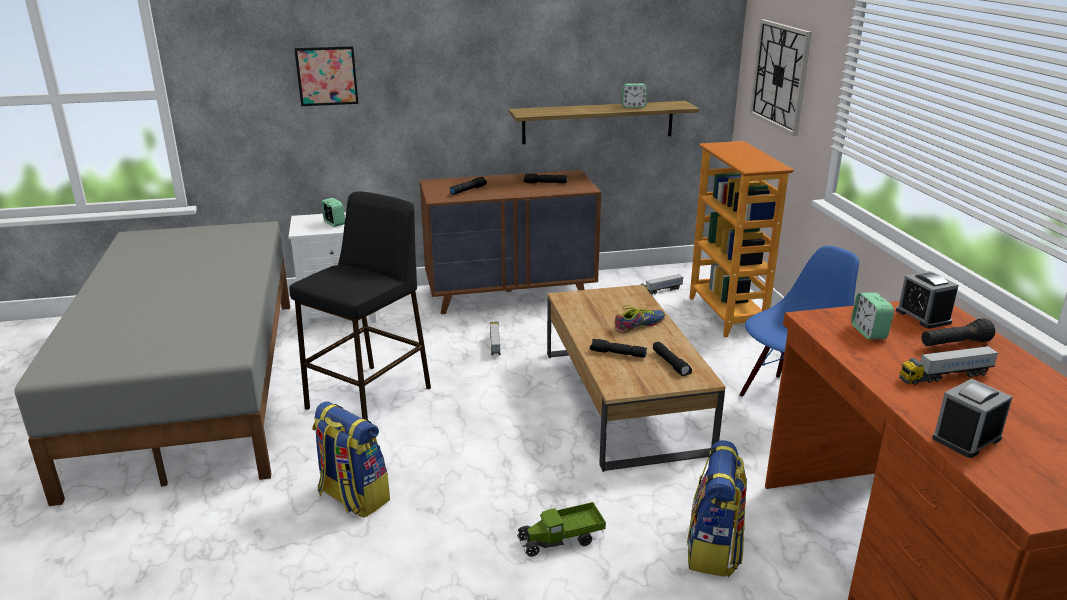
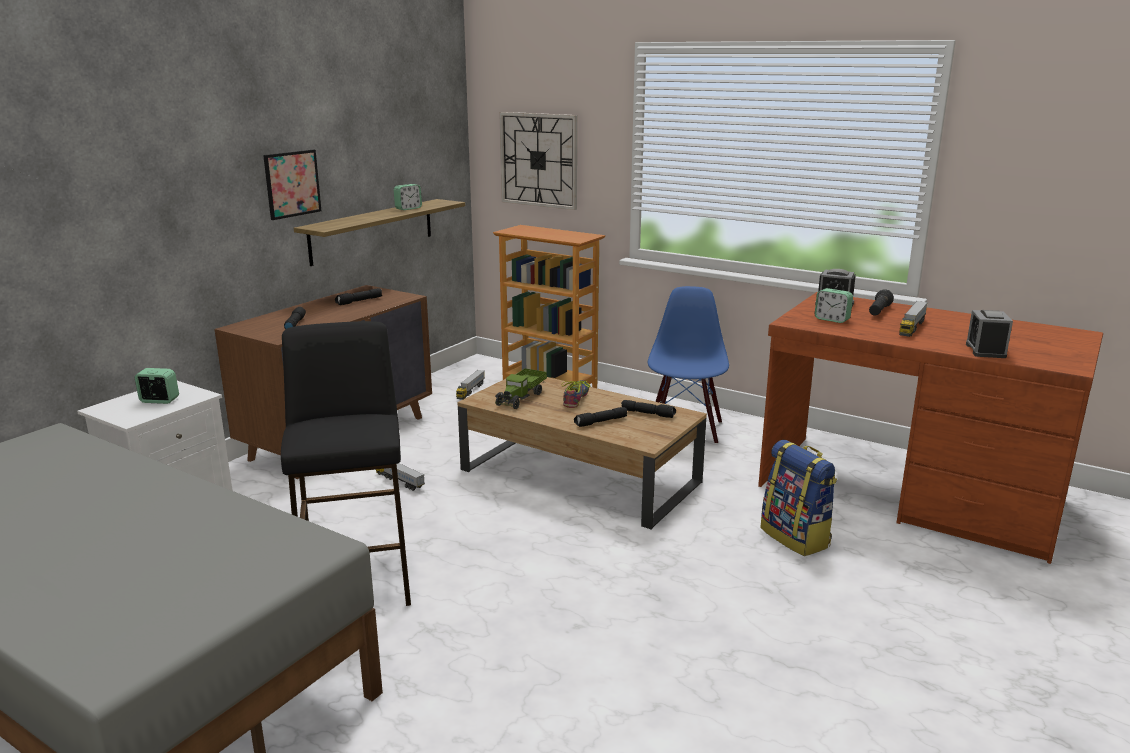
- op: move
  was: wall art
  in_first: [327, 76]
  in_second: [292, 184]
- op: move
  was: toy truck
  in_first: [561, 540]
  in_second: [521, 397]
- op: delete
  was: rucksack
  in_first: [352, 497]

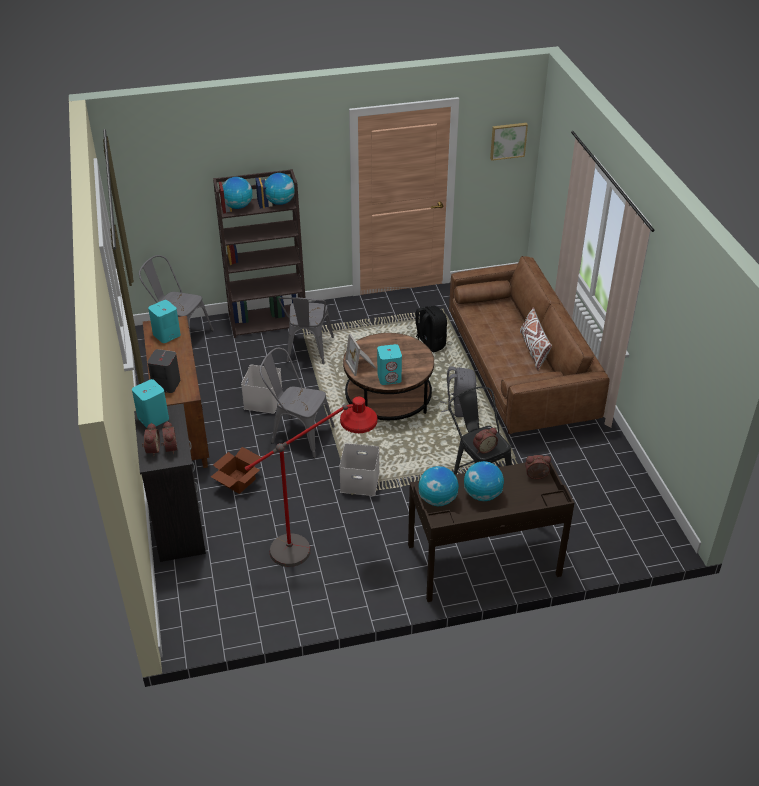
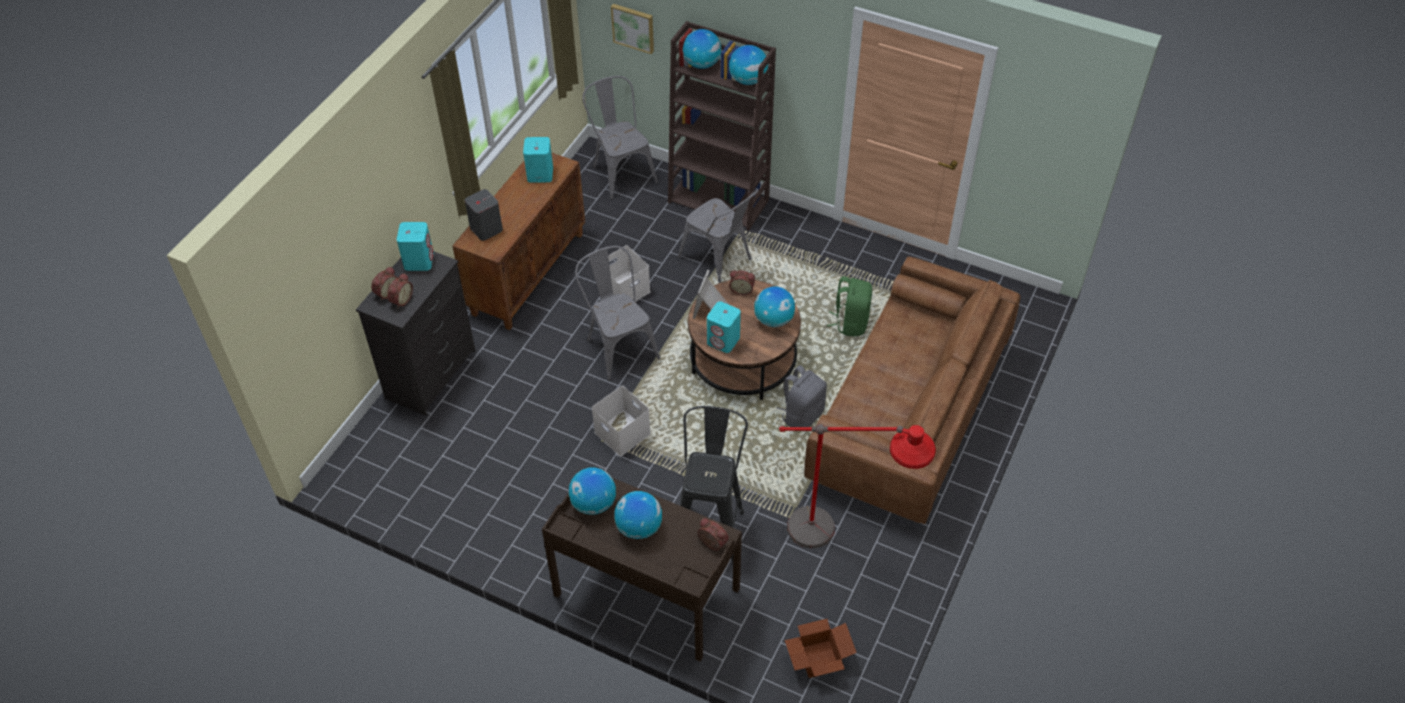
- op: move
  was: wall art
  in_first: [508, 140]
  in_second: [633, 27]
- op: rotate
  was: upright chair/gray
  in_first: [308, 352]
  in_second: [720, 260]
  clockwise: -90
- op: move
  was: table clock
  in_first: [483, 448]
  in_second: [742, 289]
- op: insert
  now: desk globe
  in_second: [774, 320]
- op: move
  was: standing lamp/reddish
  in_first: [318, 545]
  in_second: [842, 540]
- op: move
  was: cardboard box
  in_first: [237, 481]
  in_second: [817, 659]
- op: recolor
  was: rucksack/black-coloured
  now: rucksack/green-coloured
  in_first: [429, 344]
  in_second: [850, 322]
- op: delete
  was: throw pillow/white-coloured
  in_first: [533, 350]

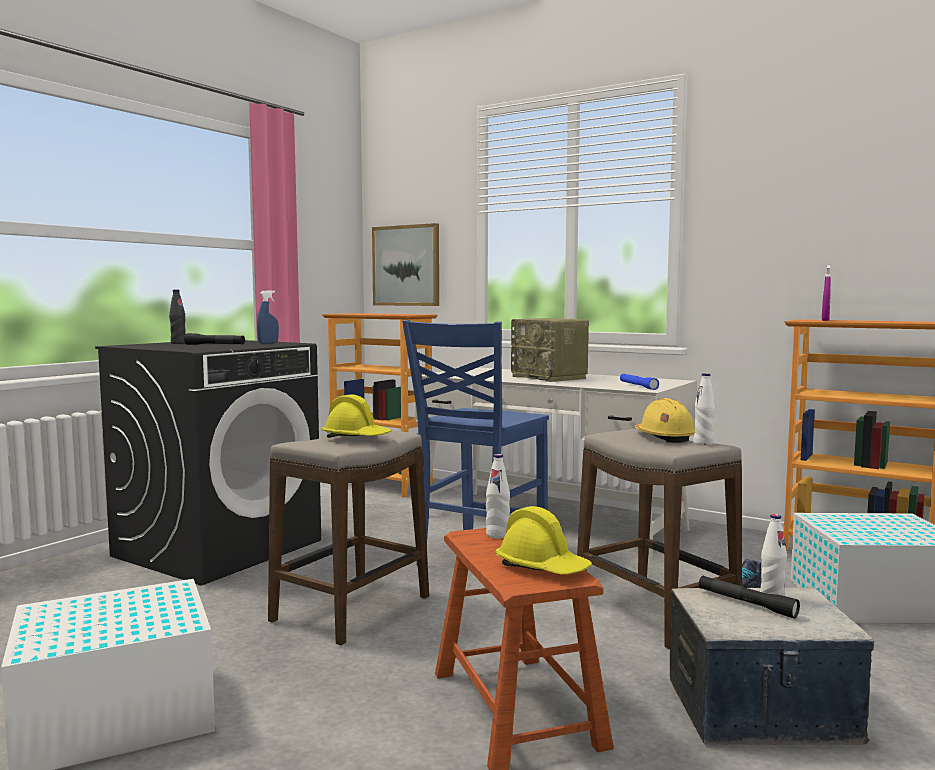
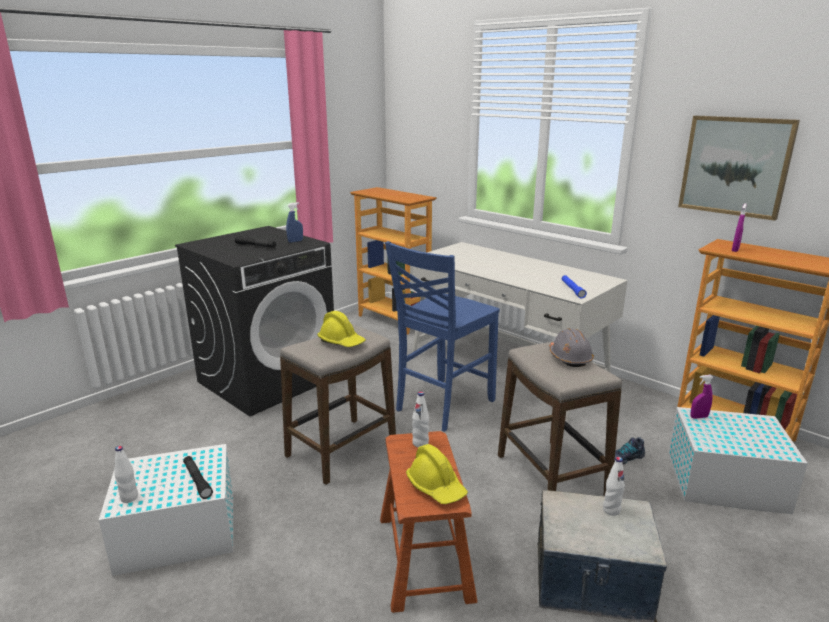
- op: move
  was: beverage bottle/white-coloured
  in_first: [703, 444]
  in_second: [129, 497]
- op: move
  was: hand torch/black-coloured
  in_first: [746, 603]
  in_second: [197, 480]
- op: recolor
  was: work helmet/yellowish
  now: work helmet/gray
  in_first: [665, 437]
  in_second: [569, 357]
- op: move
  was: wall art
  in_first: [406, 265]
  in_second: [735, 166]
- op: insert
  now: spray bottle/purple-coloured
  in_second: [699, 417]
- op: delete
  was: beverage bottle/black-coloured
  in_first: [178, 343]
- op: delete
  was: radio set
  in_first: [550, 377]

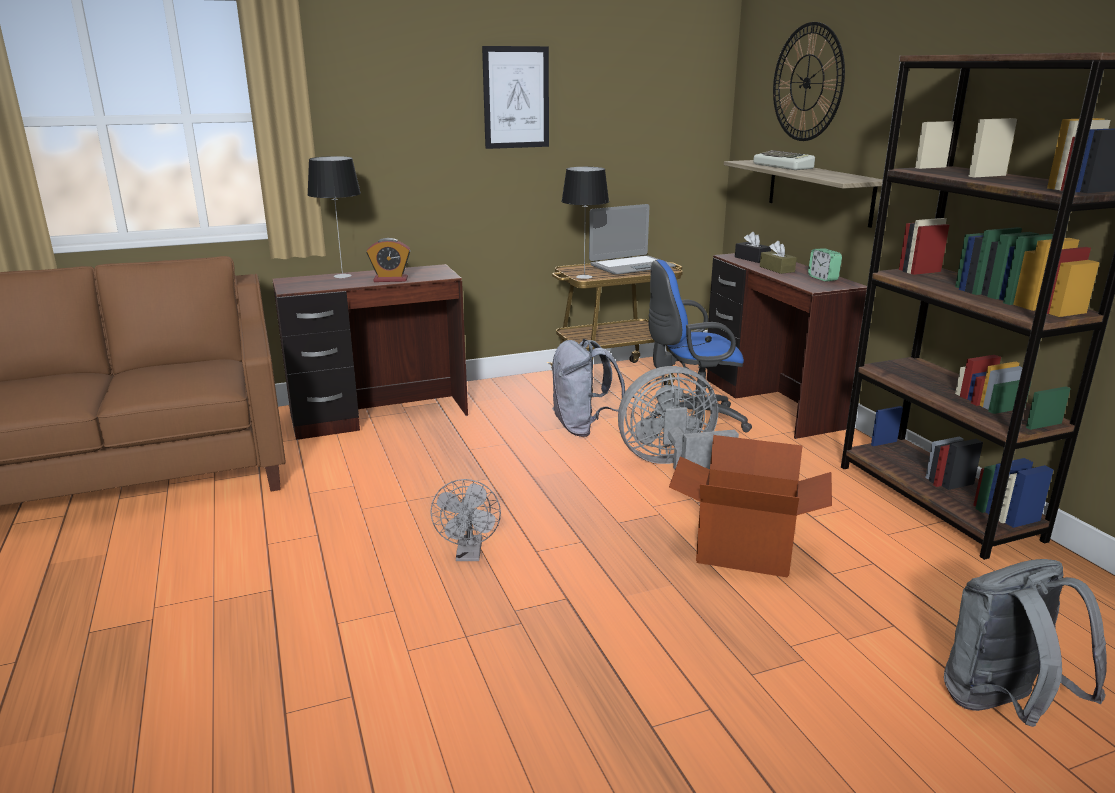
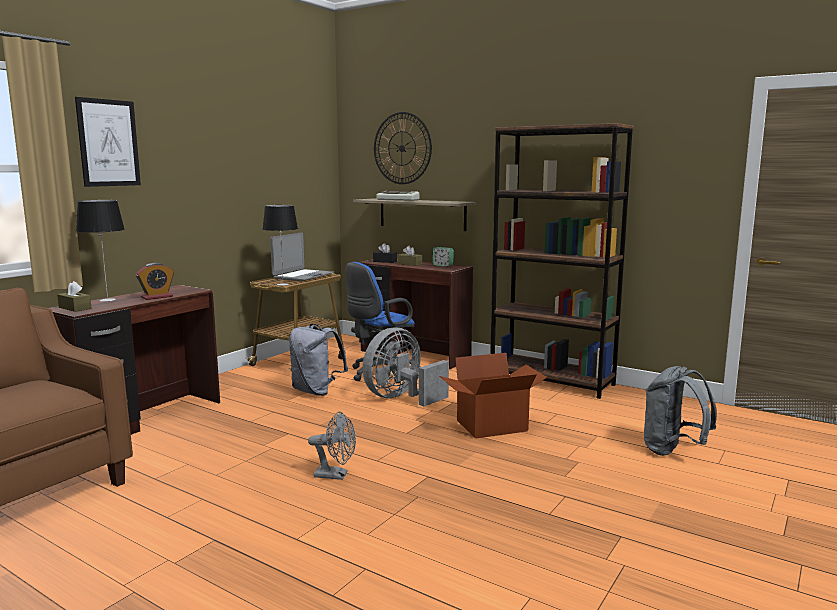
- op: insert
  now: tissue holder/brown
  in_second: [75, 308]
- op: move
  was: wall art
  in_first: [516, 97]
  in_second: [108, 143]
- op: rotate
  was: fan/gray
  in_first: [469, 555]
  in_second: [336, 475]
  clockwise: -45

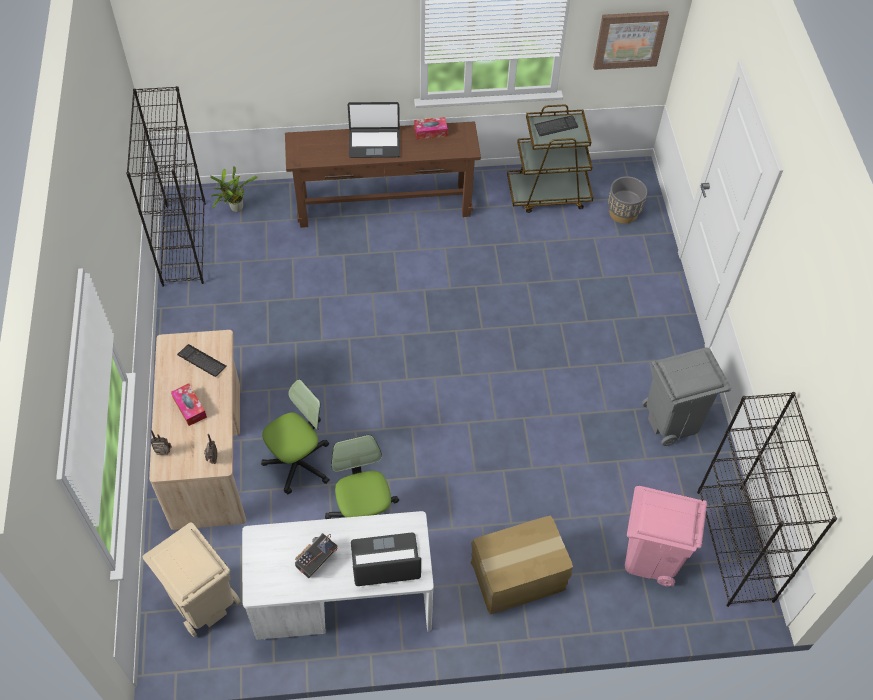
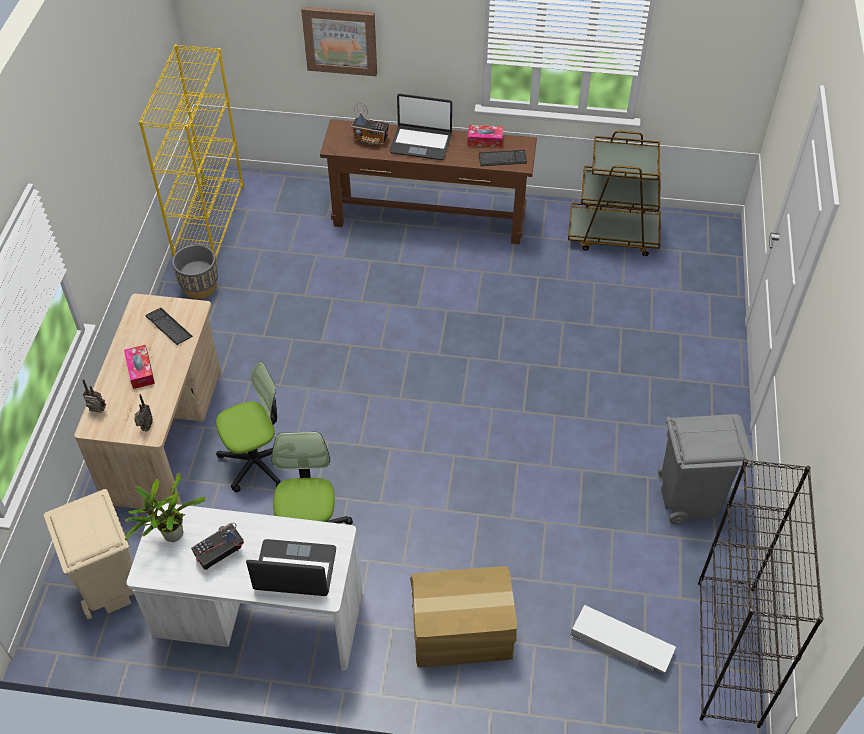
- op: move
  was: plant in a pot
  in_first: [235, 209]
  in_second: [170, 536]
- op: recolor
  was: shelving unit/black-coloured
  now: shelving unit/yellowish
  in_first: [184, 243]
  in_second: [209, 222]
- op: move
  was: planter/gray
  in_first: [623, 213]
  in_second: [200, 287]
- op: move
  was: wall art
  in_first: [629, 39]
  in_second: [340, 40]
- op: insert
  now: radio set
  in_second: [371, 140]
- op: move
  was: keyboard
  in_first: [556, 126]
  in_second: [502, 159]
- op: replace
  was: waste bin/pink
  now: storage bin/white-coloured
  in_first: [650, 557]
  in_second: [622, 644]

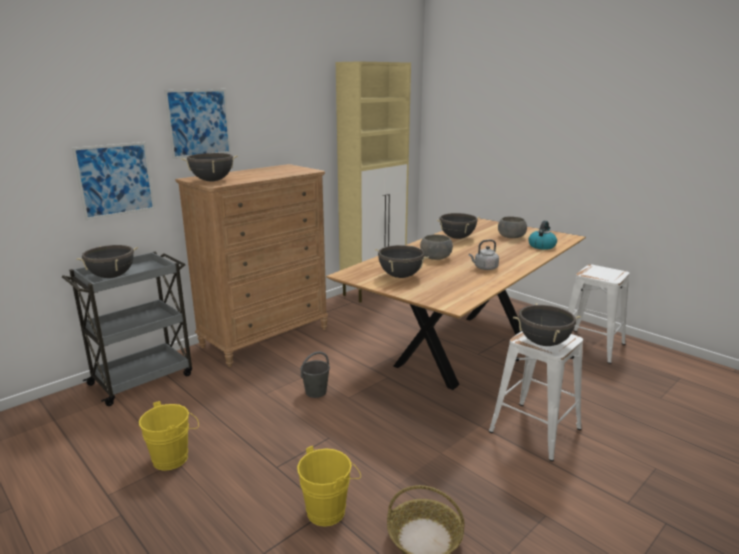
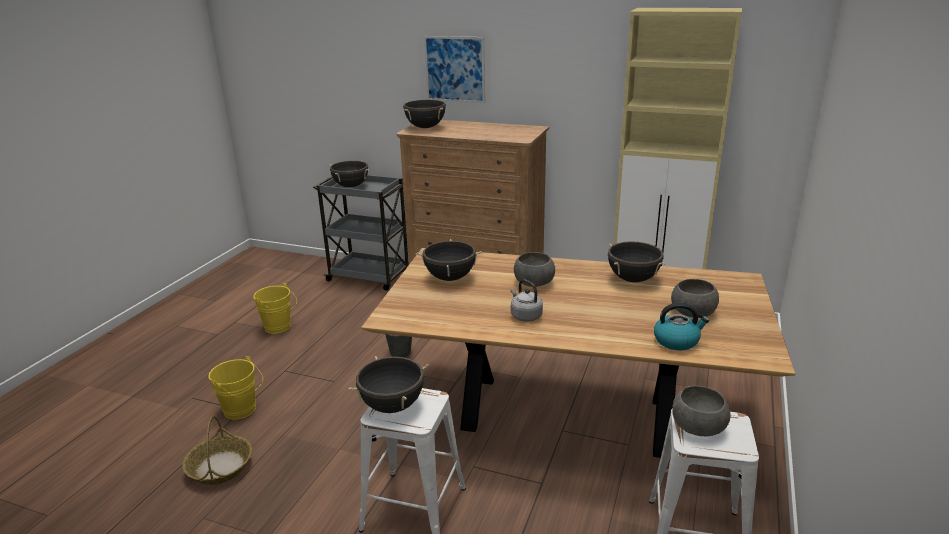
- op: insert
  now: bowl/gray
  in_second: [697, 427]
- op: delete
  was: wall art
  in_first: [115, 180]

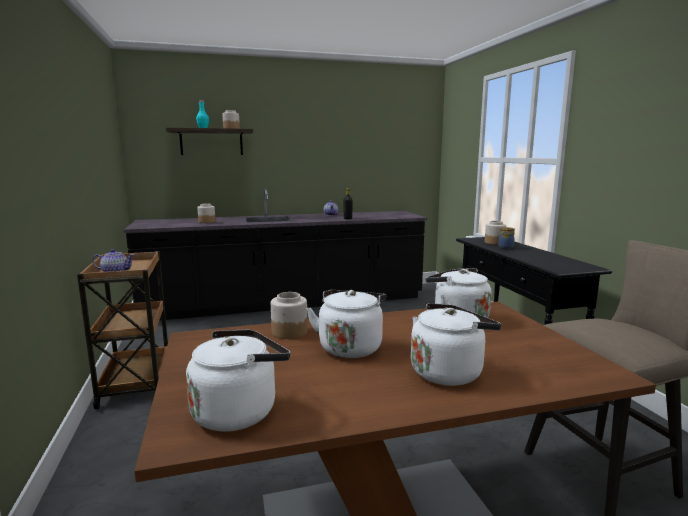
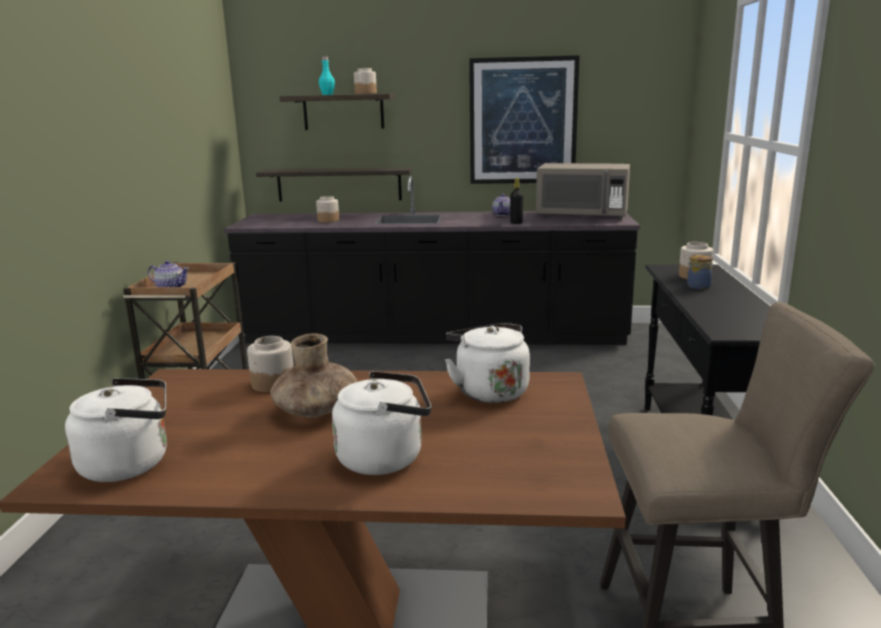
- op: insert
  now: bracket shelf
  in_second: [339, 184]
- op: replace
  was: kettle/white-coloured
  now: decorative vase/brown
  in_first: [350, 347]
  in_second: [316, 411]
- op: insert
  now: wall art
  in_second: [523, 121]
- op: insert
  now: microwave/gray
  in_second: [582, 216]

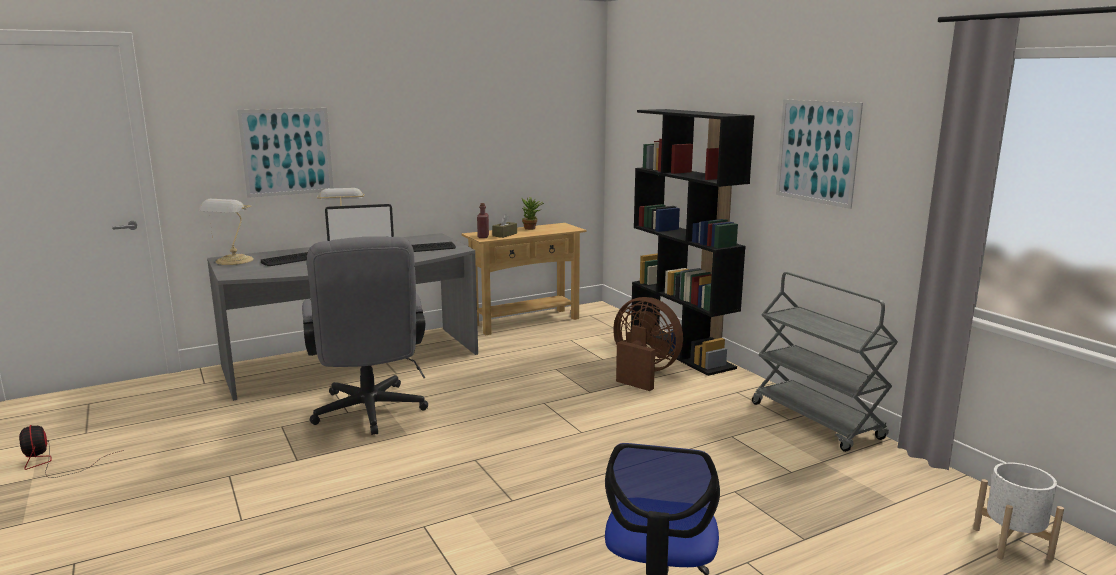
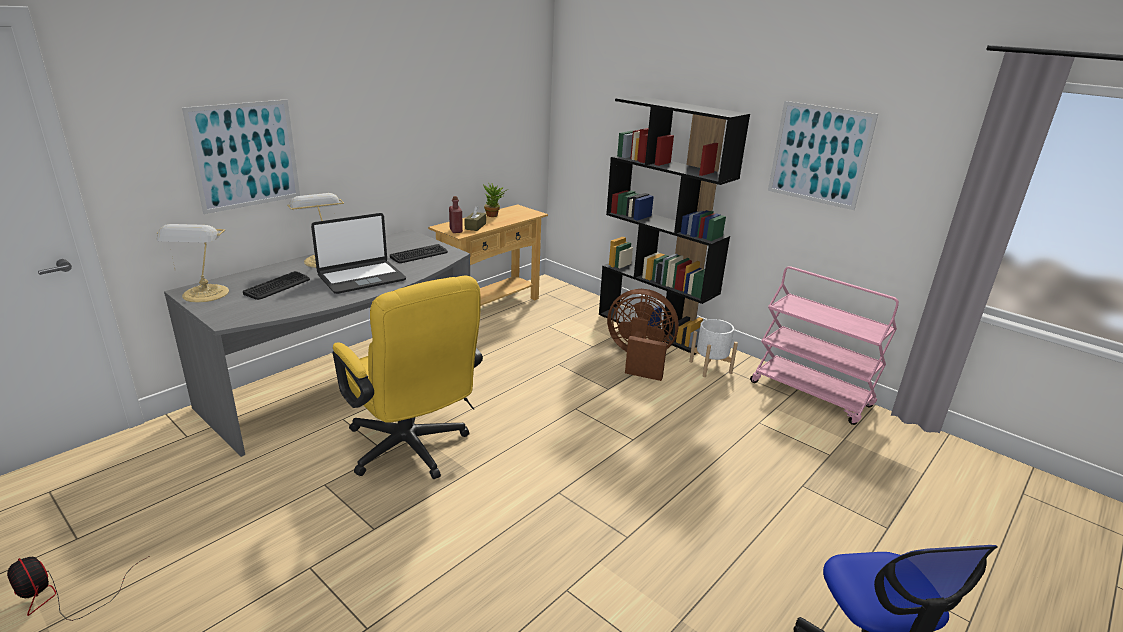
- op: recolor
  was: desk chair/gray
  now: desk chair/yellowish
  in_first: [369, 414]
  in_second: [412, 451]
- op: move
  was: planter/white-coloured
  in_first: [1011, 543]
  in_second: [710, 367]
- op: recolor
  was: cart/gray
  now: cart/pink
  in_first: [817, 421]
  in_second: [811, 394]

